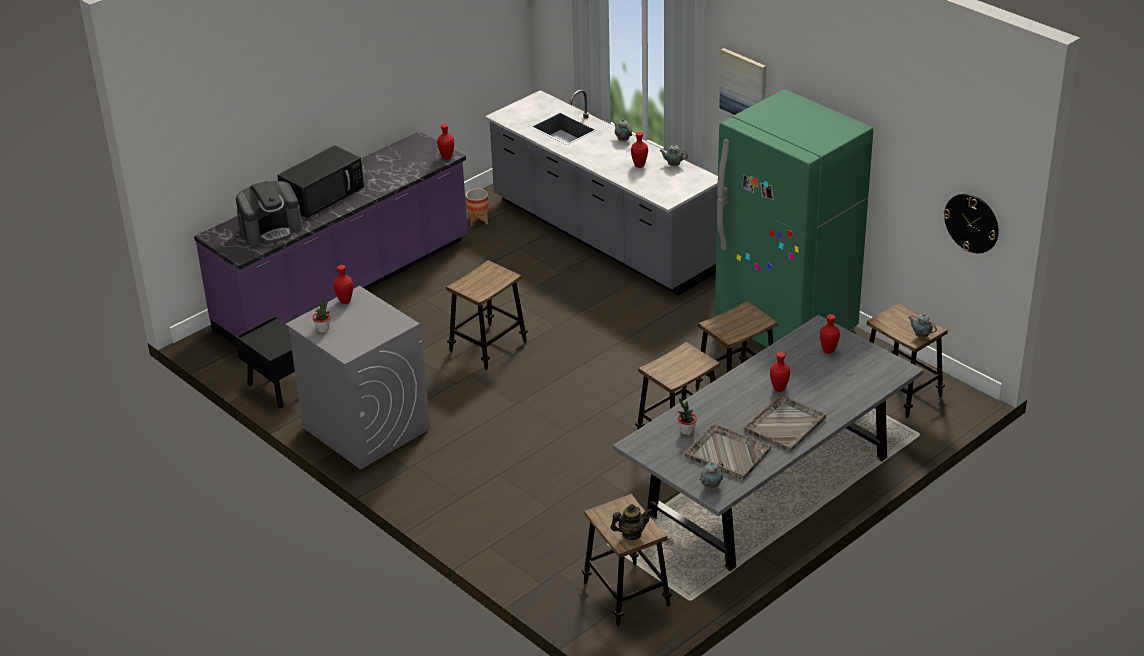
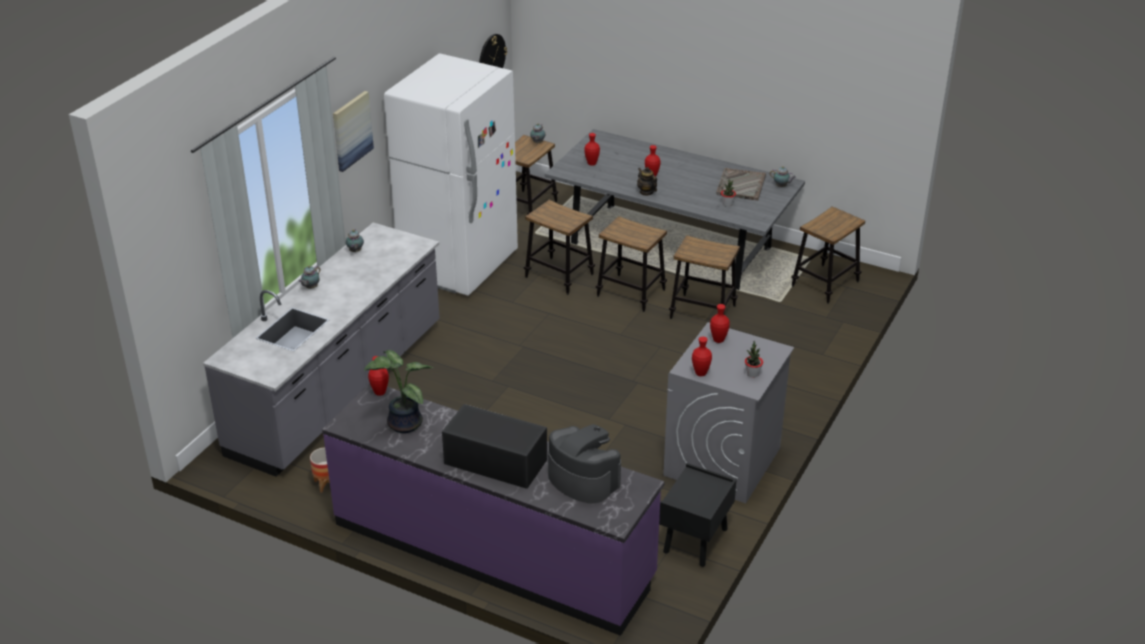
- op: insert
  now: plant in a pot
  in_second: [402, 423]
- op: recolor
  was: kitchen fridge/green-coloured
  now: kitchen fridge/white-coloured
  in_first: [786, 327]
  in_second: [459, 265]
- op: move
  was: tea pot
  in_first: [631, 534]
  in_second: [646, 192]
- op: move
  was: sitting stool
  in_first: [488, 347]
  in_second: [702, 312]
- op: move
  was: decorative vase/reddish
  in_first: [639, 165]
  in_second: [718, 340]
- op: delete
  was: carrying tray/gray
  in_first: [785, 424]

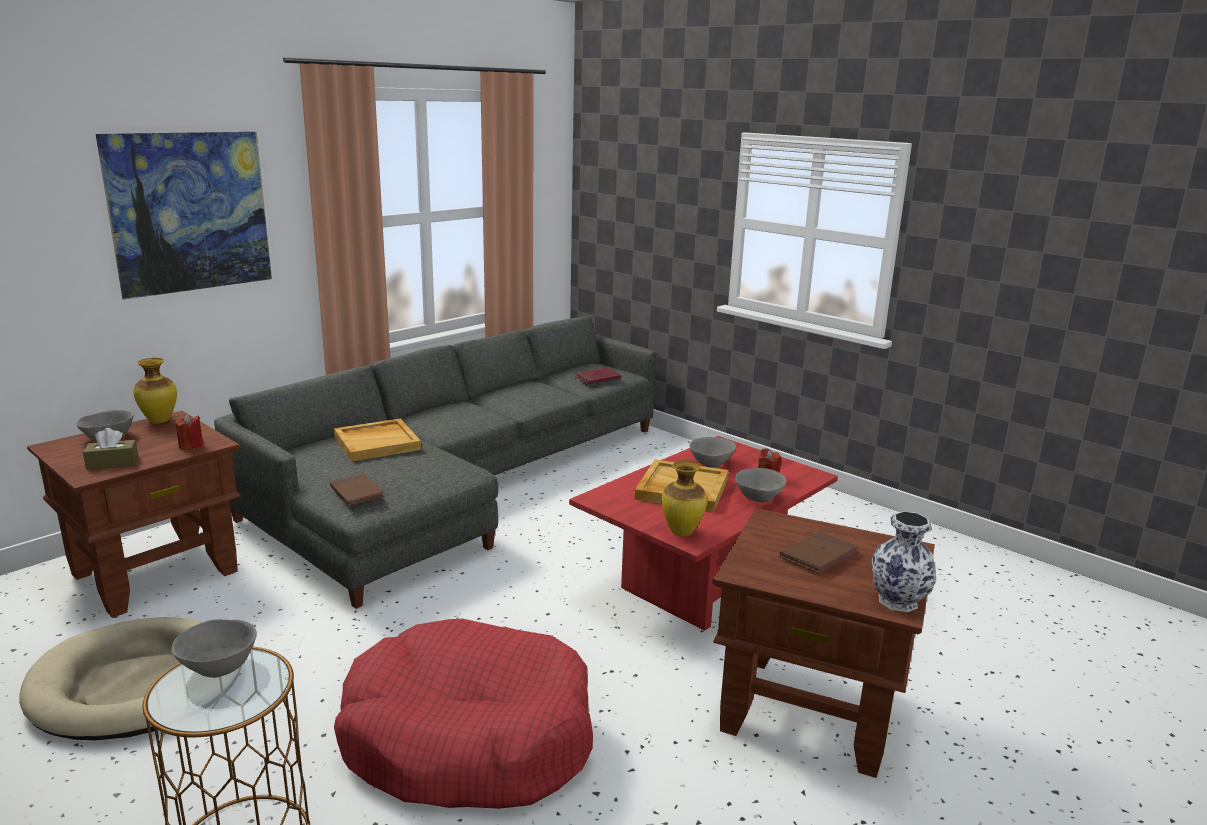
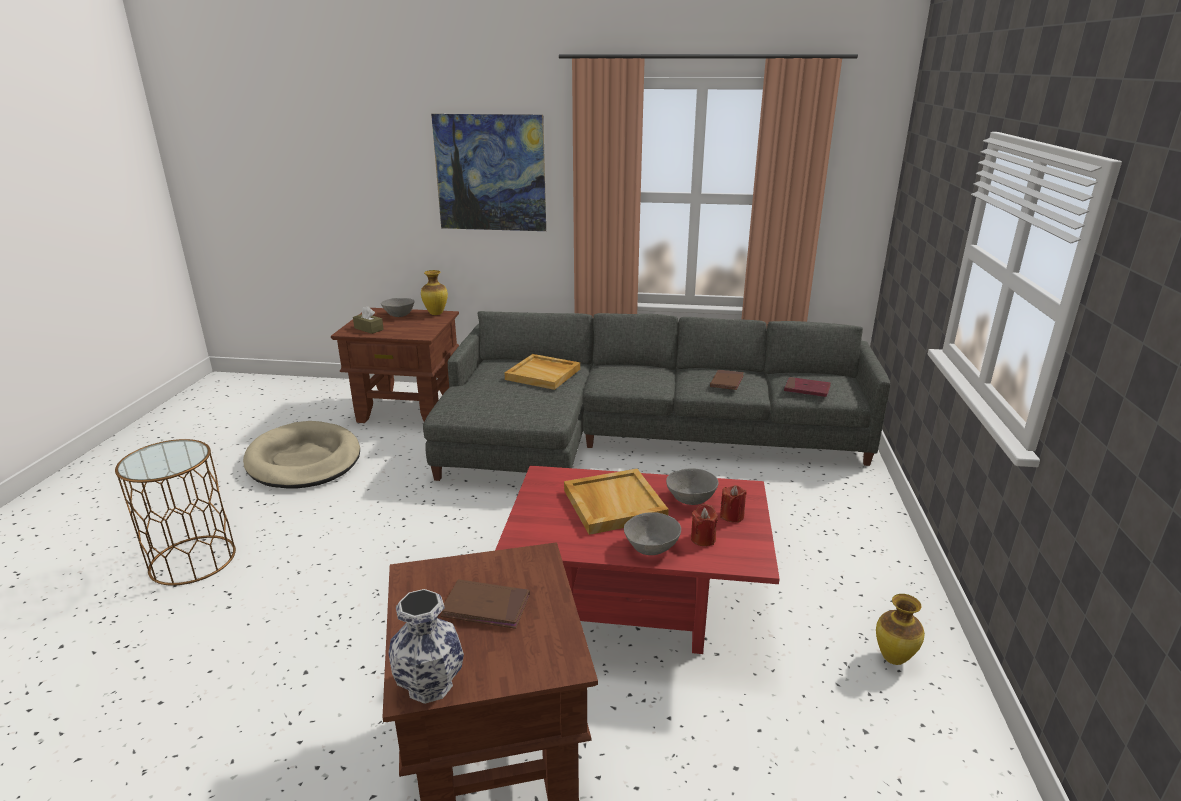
- op: move
  was: volume/brown
  in_first: [356, 493]
  in_second: [726, 382]
- op: move
  was: wax candle/reddish
  in_first: [191, 446]
  in_second: [732, 516]
- op: move
  was: decorative vase
  in_first: [682, 532]
  in_second: [894, 659]
- op: delete
  was: bowl/gray
  in_first: [219, 666]
- op: delete
  was: pet bed/reddish
  in_first: [468, 738]

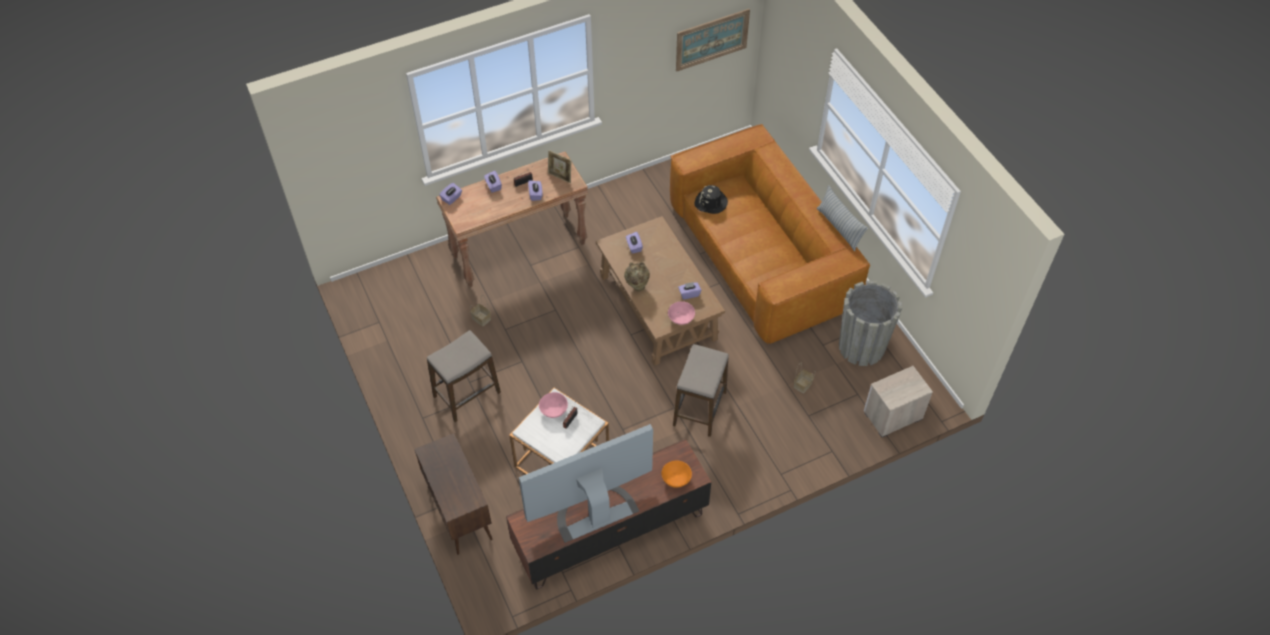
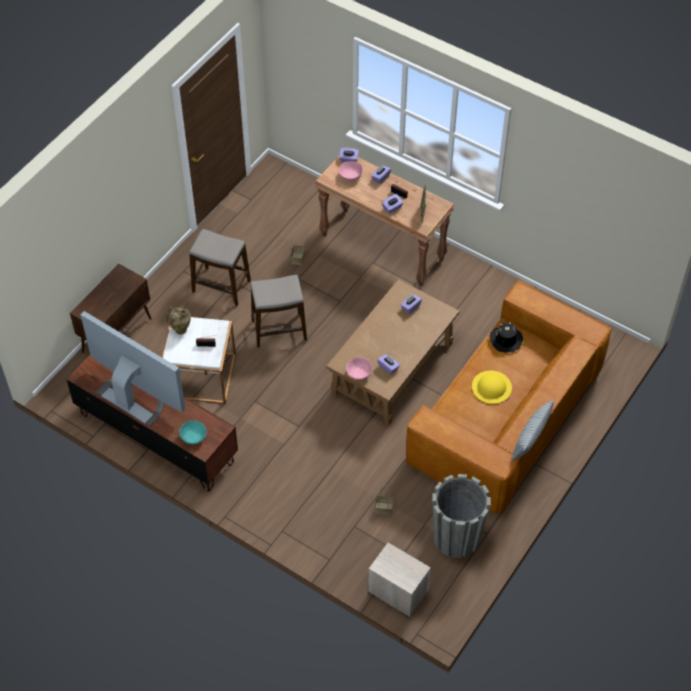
- op: move
  was: decorative vase/beige
  in_first: [637, 287]
  in_second: [180, 329]
- op: recolor
  was: bowl/orange
  now: bowl/turquoise-coloured
  in_first: [676, 478]
  in_second: [193, 437]
- op: move
  was: sitting stool
  in_first: [699, 409]
  in_second: [279, 330]
- op: move
  was: bowl/pink
  in_first: [553, 410]
  in_second: [350, 176]
- op: insert
  now: clothing hat/yellowish
  in_second: [491, 387]
- op: delete
  was: wall art
  in_first: [712, 39]

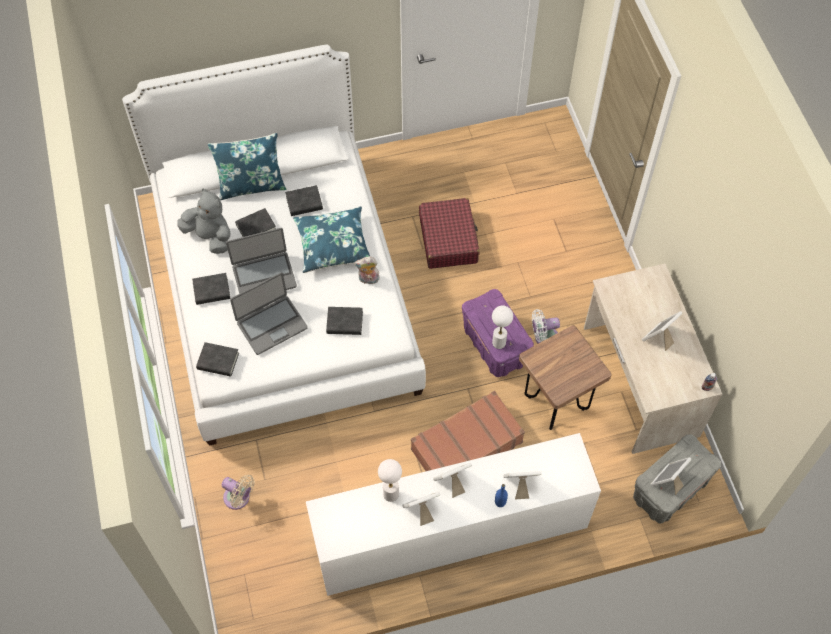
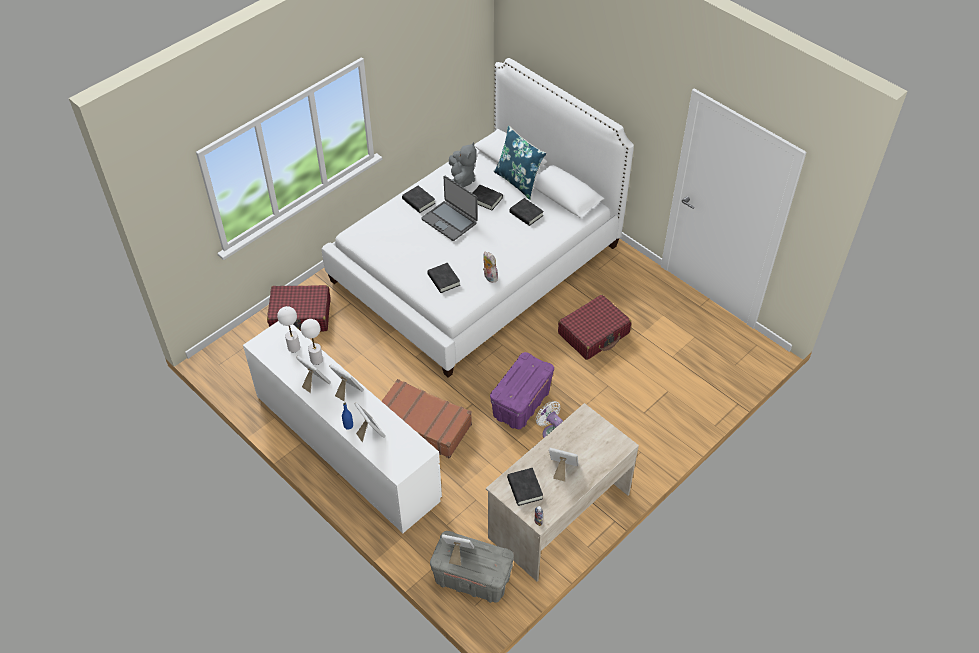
- op: replace
  was: fan/beige
  now: suitcase/reddish
  in_first: [239, 499]
  in_second: [301, 315]
- op: move
  was: tabletop lamp/white-coloured
  in_first: [499, 343]
  in_second: [294, 347]
- op: move
  was: volume/black-coloured
  in_first: [218, 361]
  in_second: [524, 488]
- op: delete
  was: notebook computer
  in_first: [271, 324]
- op: delete
  was: throw pillow/blue-coloured
  in_first: [333, 245]
- op: delete
  was: sitting stool/brown
  in_first: [555, 403]

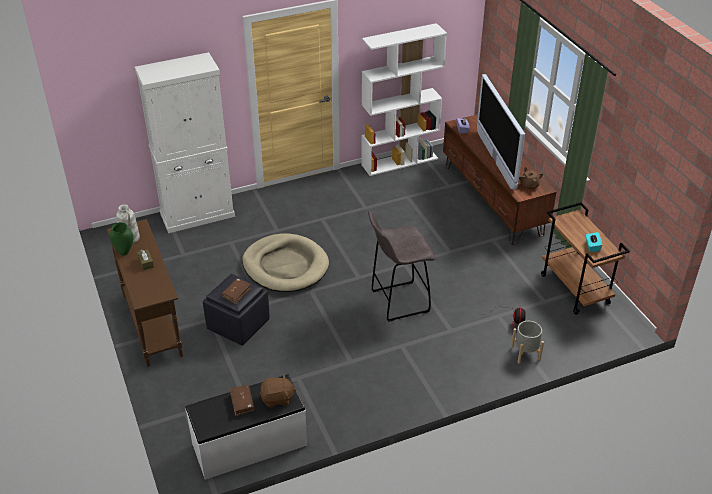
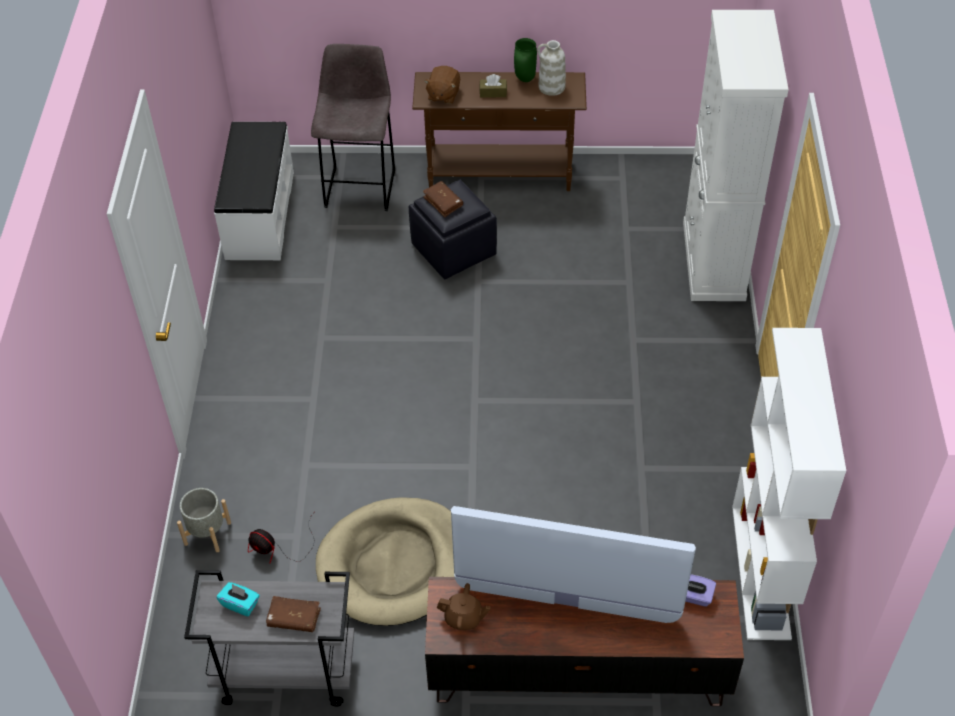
- op: recolor
  was: cart/brown
  now: cart/gray
  in_first: [575, 289]
  in_second: [284, 674]
- op: move
  was: volume/brown
  in_first: [242, 402]
  in_second: [294, 618]
- op: move
  was: sitting stool/gray
  in_first: [398, 301]
  in_second: [361, 187]
- op: move
  was: pet bed/beige
  in_first: [285, 266]
  in_second: [395, 564]
- op: move
  was: plush toy/brown
  in_first: [277, 399]
  in_second: [443, 95]

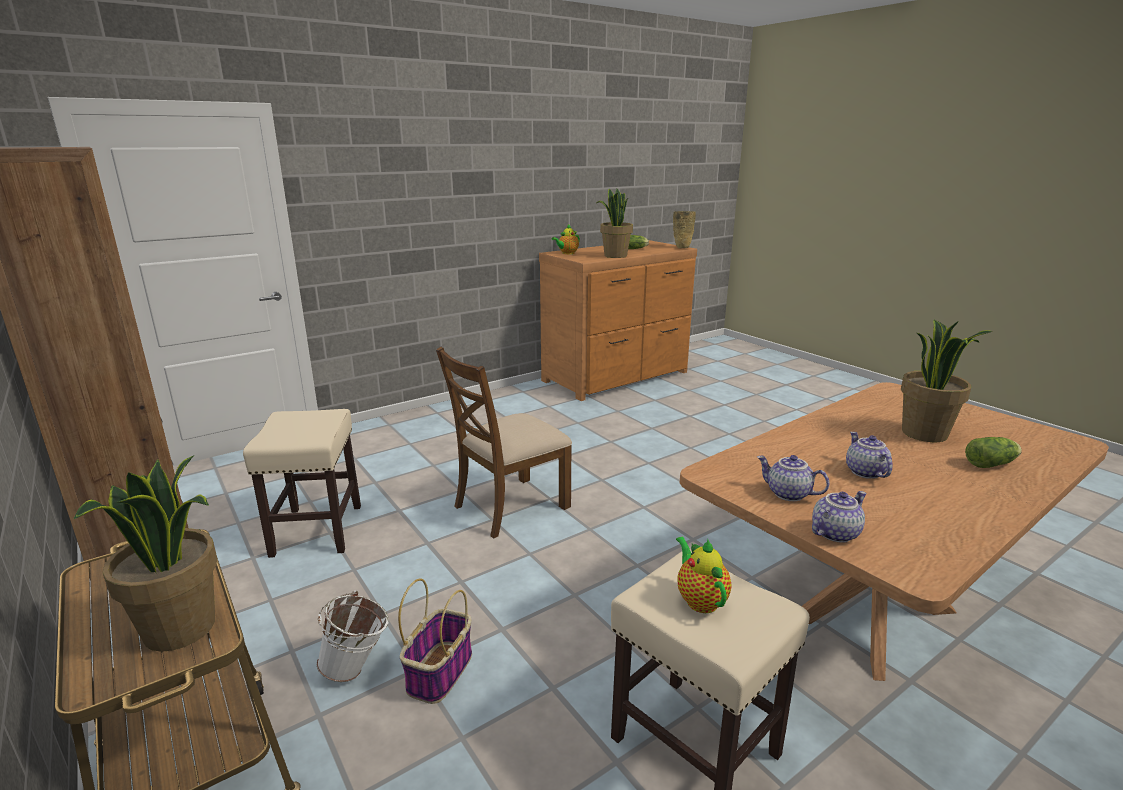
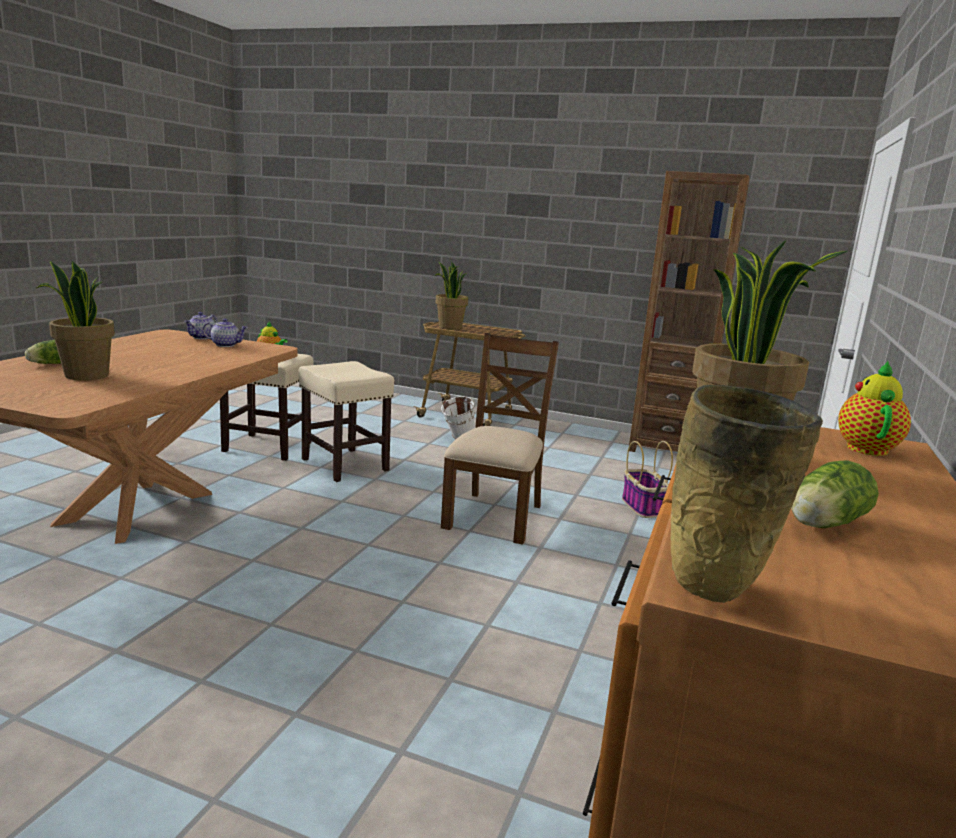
- op: move
  was: sitting stool/beige
  in_first: [317, 531]
  in_second: [344, 464]
- op: move
  was: basket
  in_first: [440, 671]
  in_second: [643, 507]
- op: delete
  was: tea pot
  in_first: [864, 472]

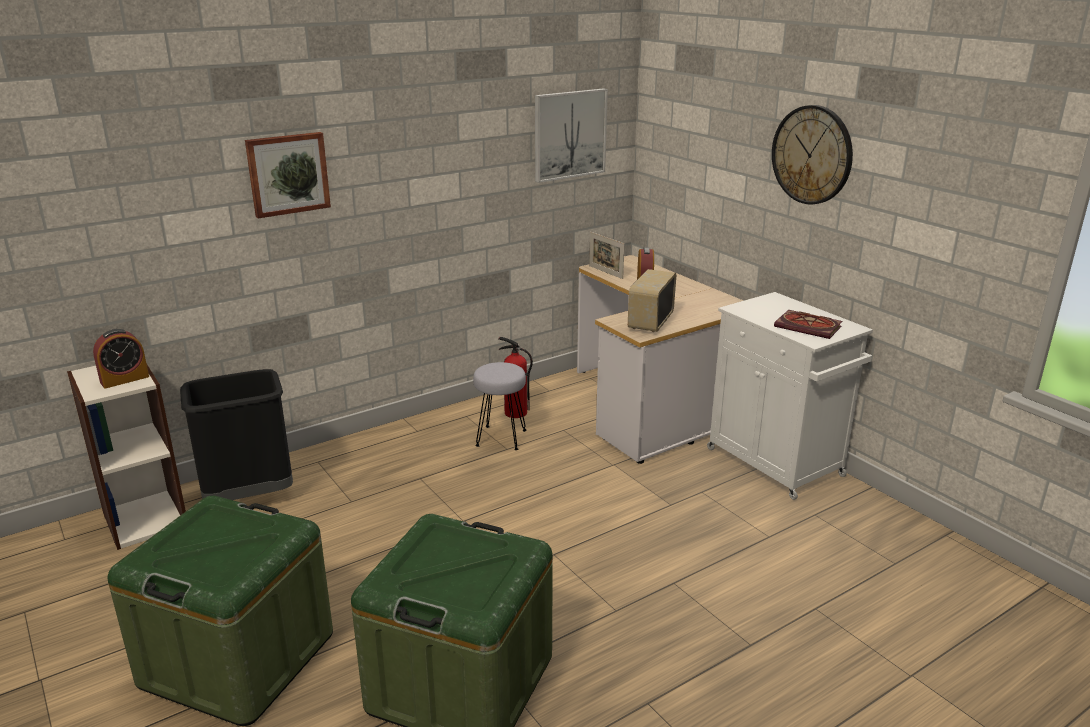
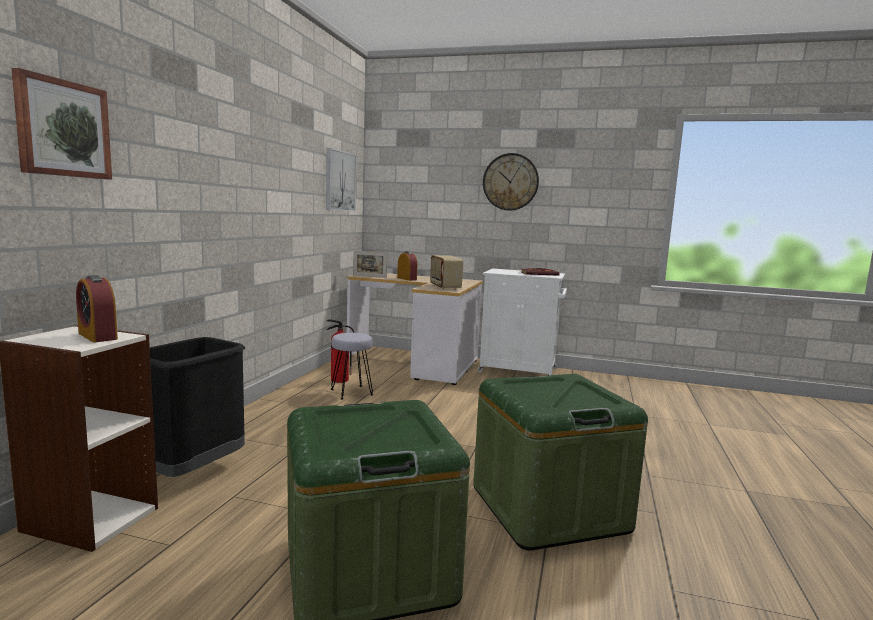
- op: move
  was: wall art
  in_first: [288, 174]
  in_second: [63, 129]
- op: rotate
  was: table clock
  in_first: [124, 379]
  in_second: [97, 336]
  clockwise: 120

